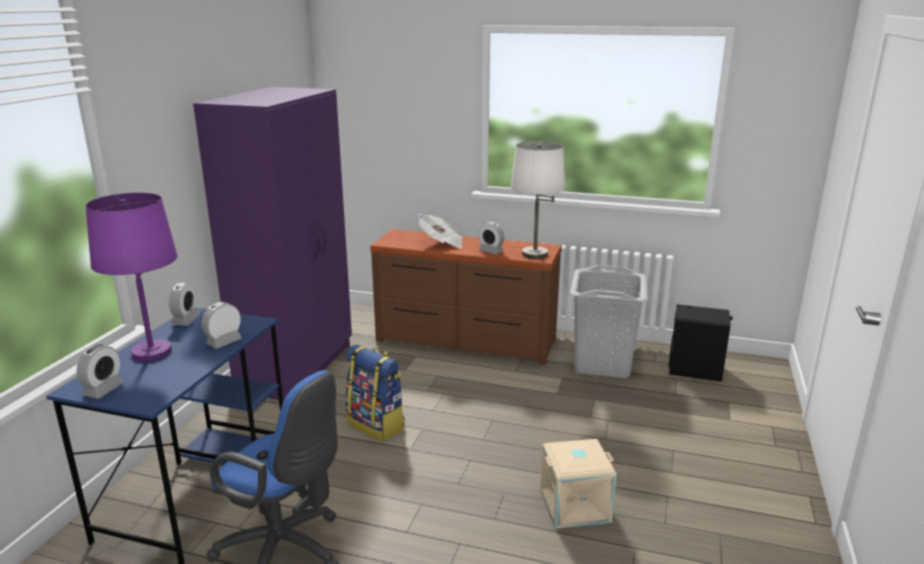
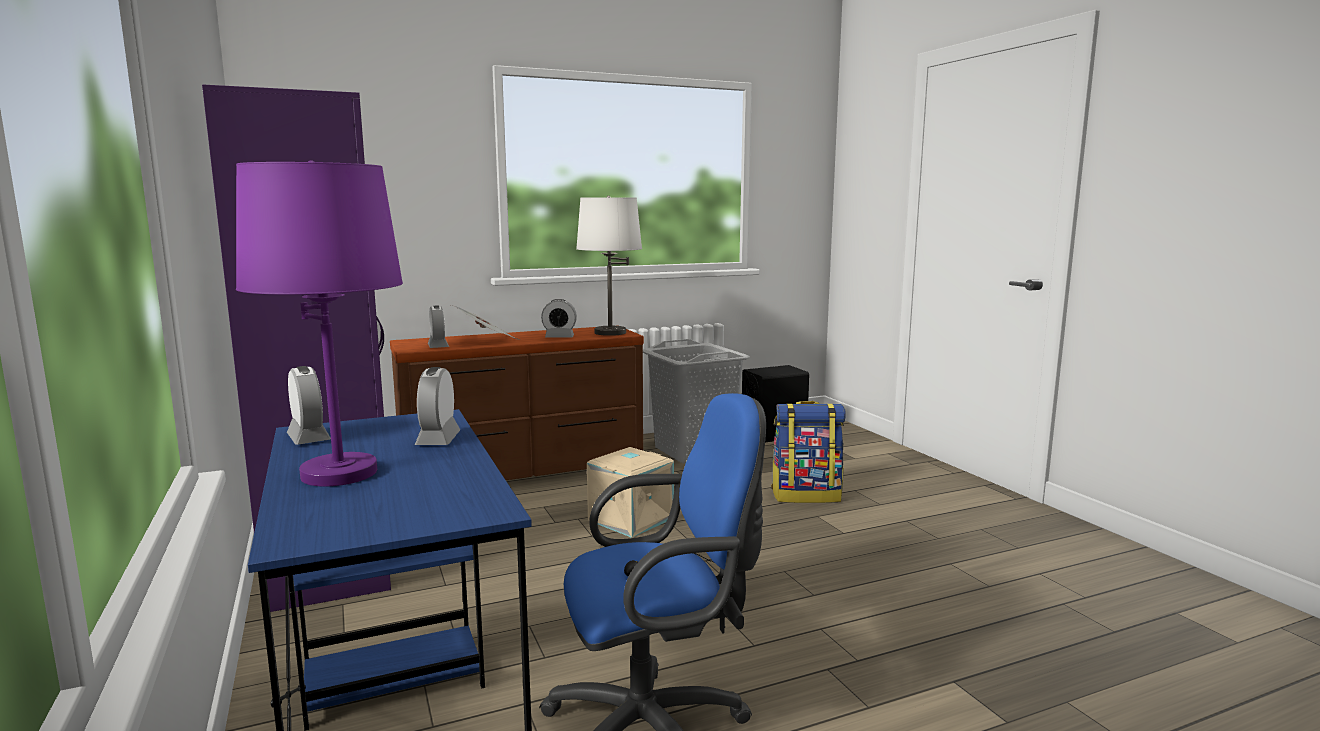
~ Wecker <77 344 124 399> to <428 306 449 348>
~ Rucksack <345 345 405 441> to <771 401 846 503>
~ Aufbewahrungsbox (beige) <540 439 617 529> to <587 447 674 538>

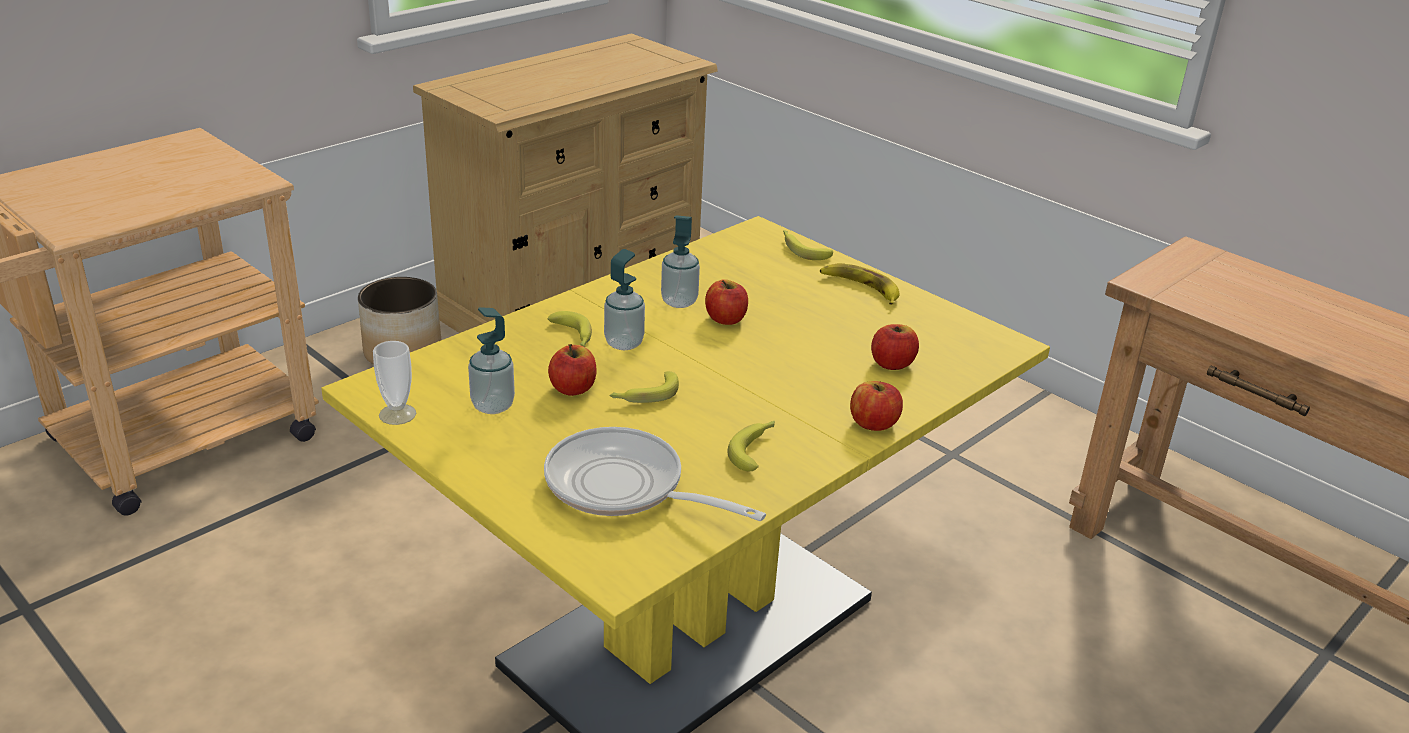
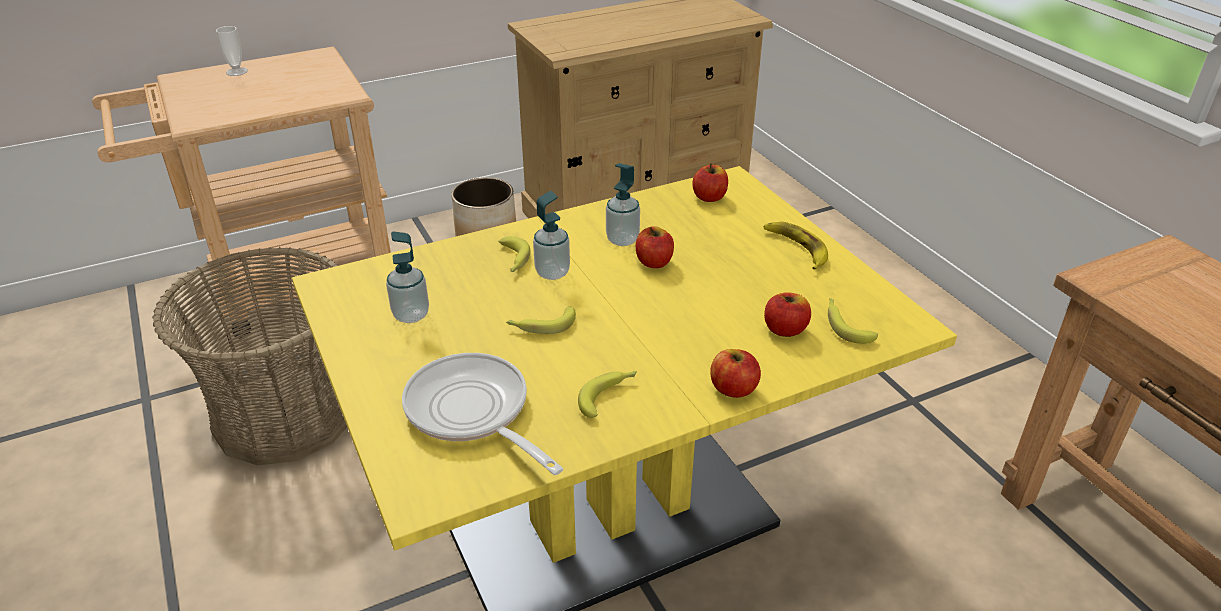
~ Banane <783 230 833 260> to <828 298 878 344>
~ Tasse <373 341 416 425> to <216 26 248 76>
~ Apfel <548 344 596 396> to <692 163 728 202>
+ Korb <152 247 347 465>

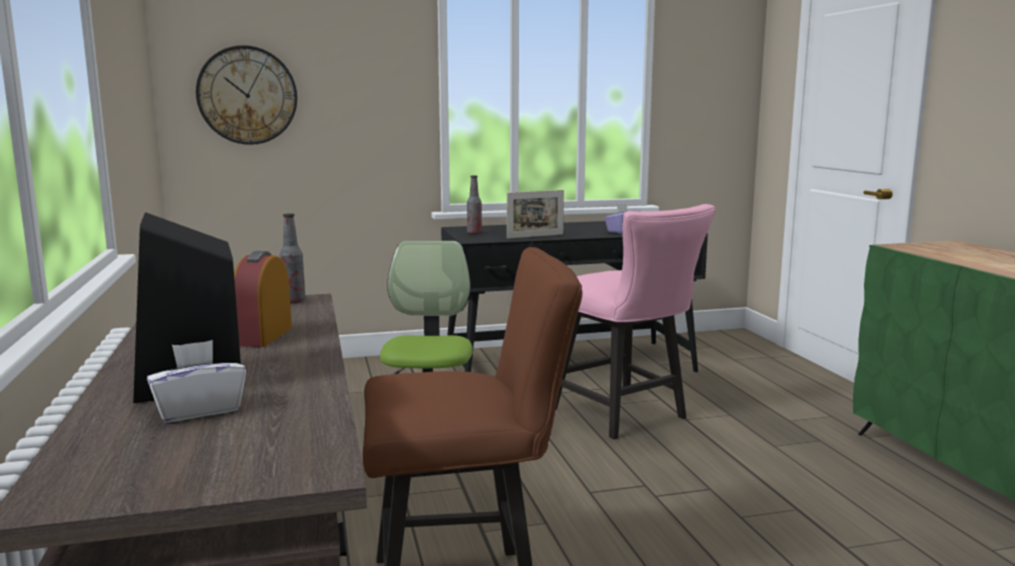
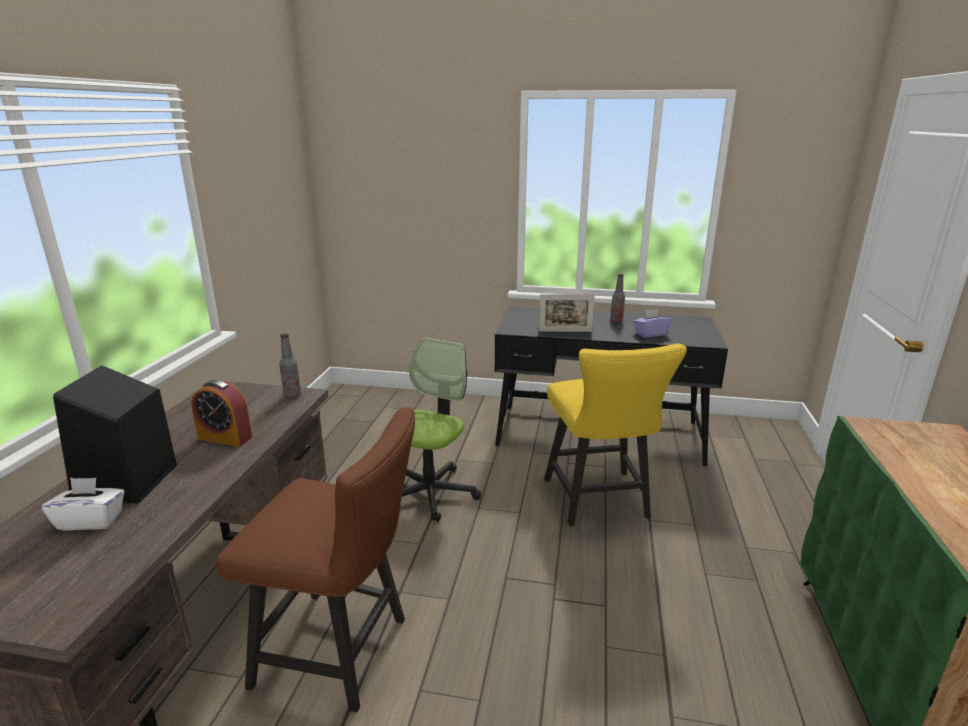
- Wanduhr <196 45 297 145>
~ Flasche <467 176 482 234> to <610 274 625 323>
~ Stuhl (rosa) <555 204 716 439> to Stuhl (gelb) <544 344 687 526>
~ Wecker <234 251 292 347> = <191 380 252 447> 105 degrees counterclockwise

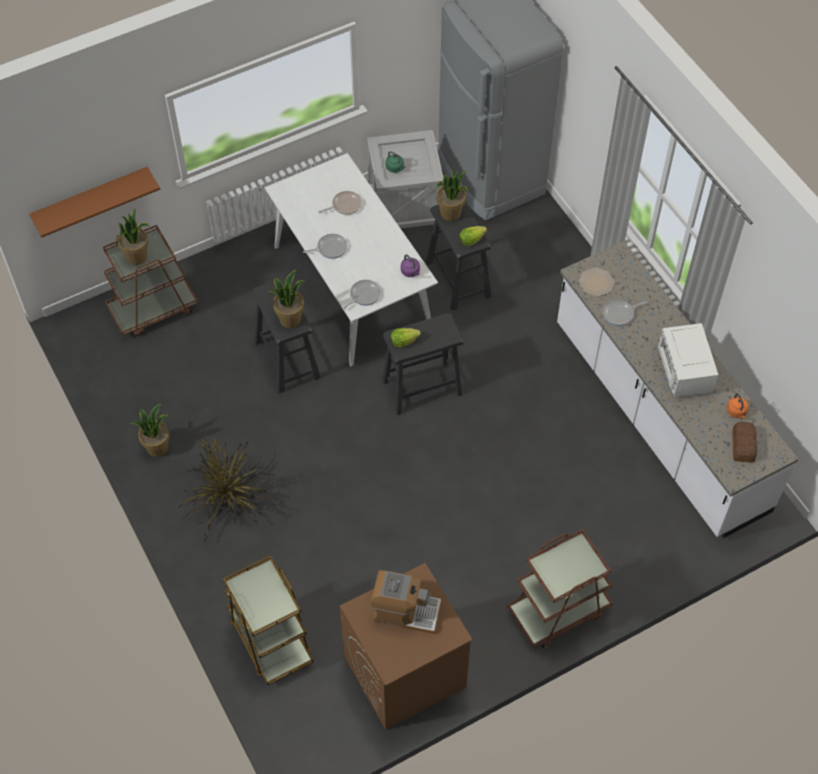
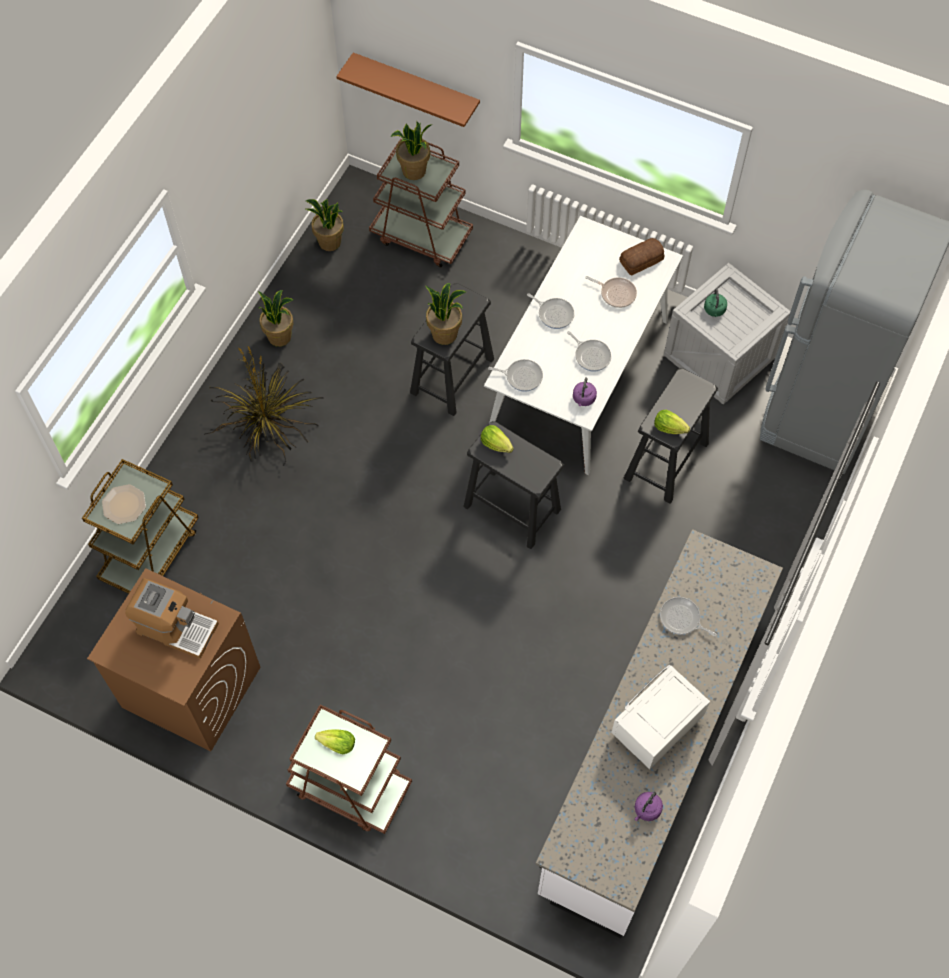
~ Topfpflanze <436 170 468 221> to <306 199 344 251>
~ Teller <578 267 614 297> to <102 484 146 524>
~ Wasserkessel (orange) <727 393 749 419> to Wasserkessel (lila) <634 792 663 821>
~ Brot <732 422 757 463> to <619 238 664 276>
~ Kaffeemaschine <371 570 442 634> = <125 578 219 659> 45 degrees counterclockwise
+ Pfanne <567 331 612 372>
+ Salatkopf <315 730 355 754>

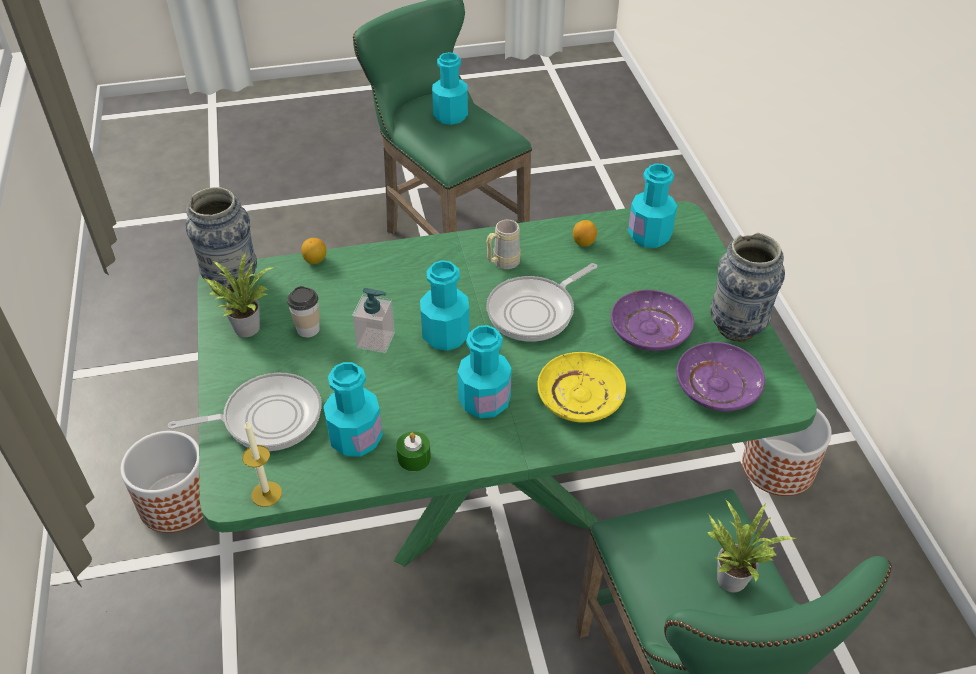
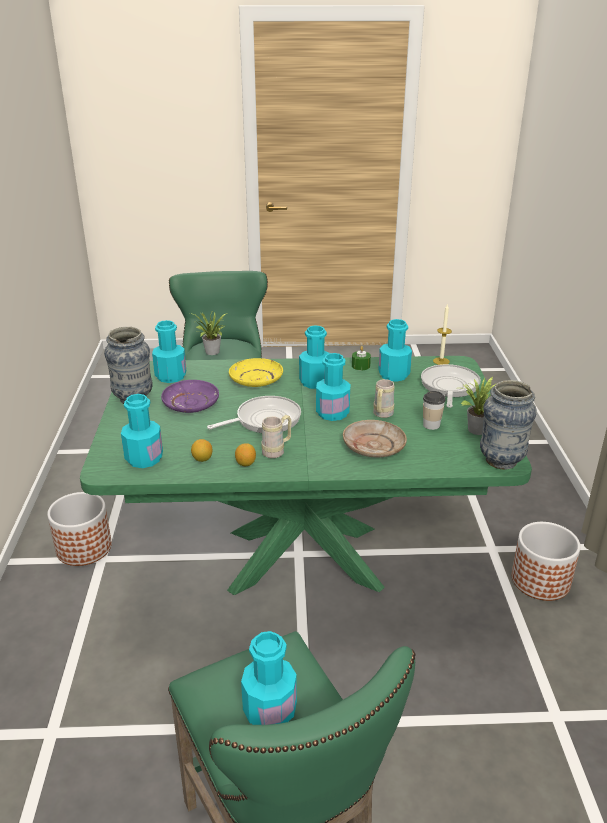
~ Zitrone <301 238 326 264> to <235 443 256 466>
~ Seifenspender <352 288 395 353> to Henkelbecher (beige) <373 379 394 418>
~ Teller (lila) <676 342 765 411> to Flasche (türkis) <152 320 186 383>
~ Pfanne <168 373 322 451> = <421 364 481 408> 105 degrees clockwise
+ Teller (beige) <343 420 407 458>

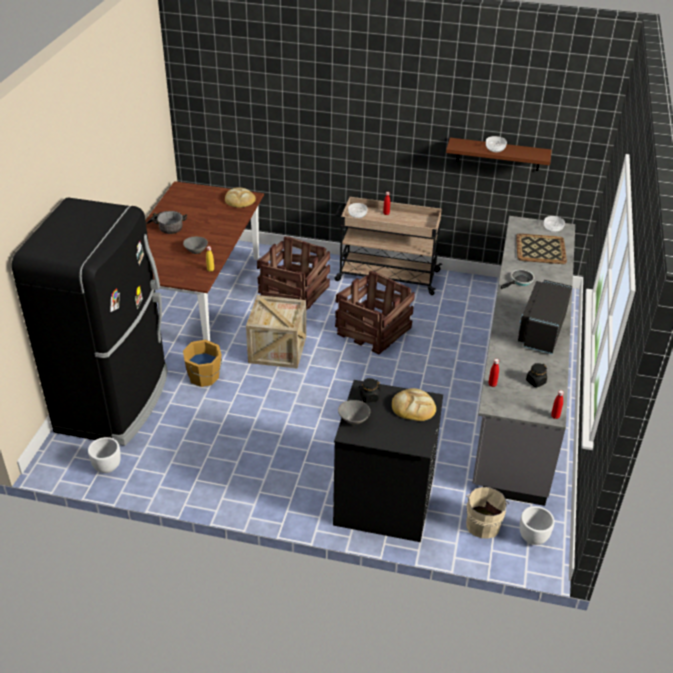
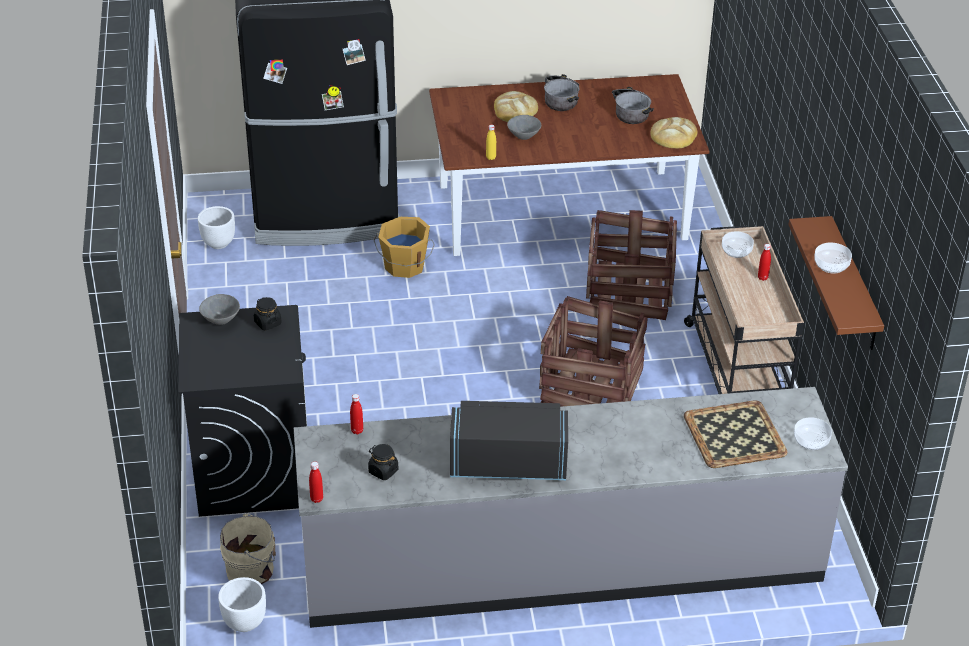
- Pfanne <501 270 535 289>
- Kiste <246 295 306 369>
~ Brot <392 388 436 421> to <494 91 538 122>
+ Kochtopf <612 87 654 124>

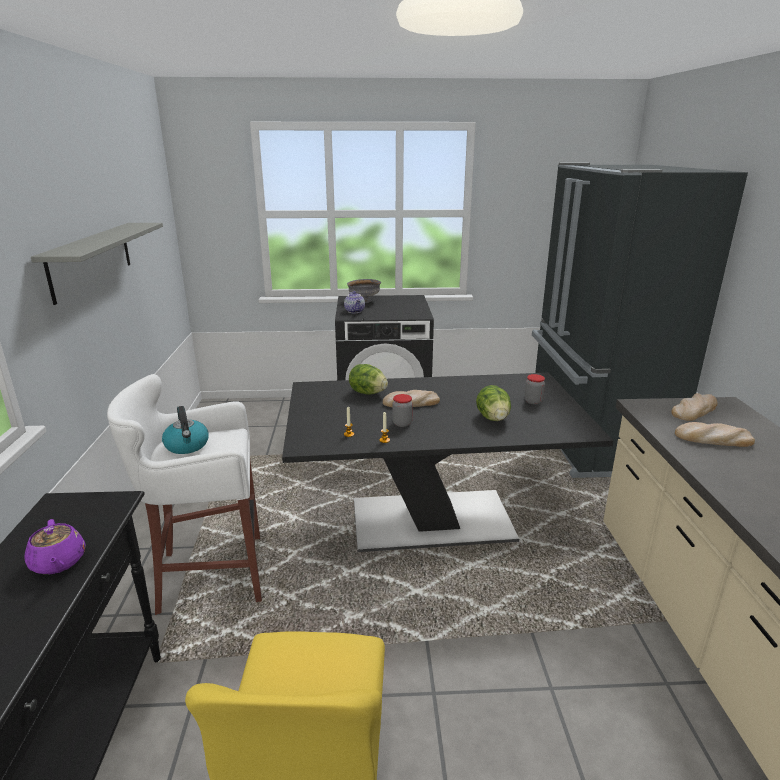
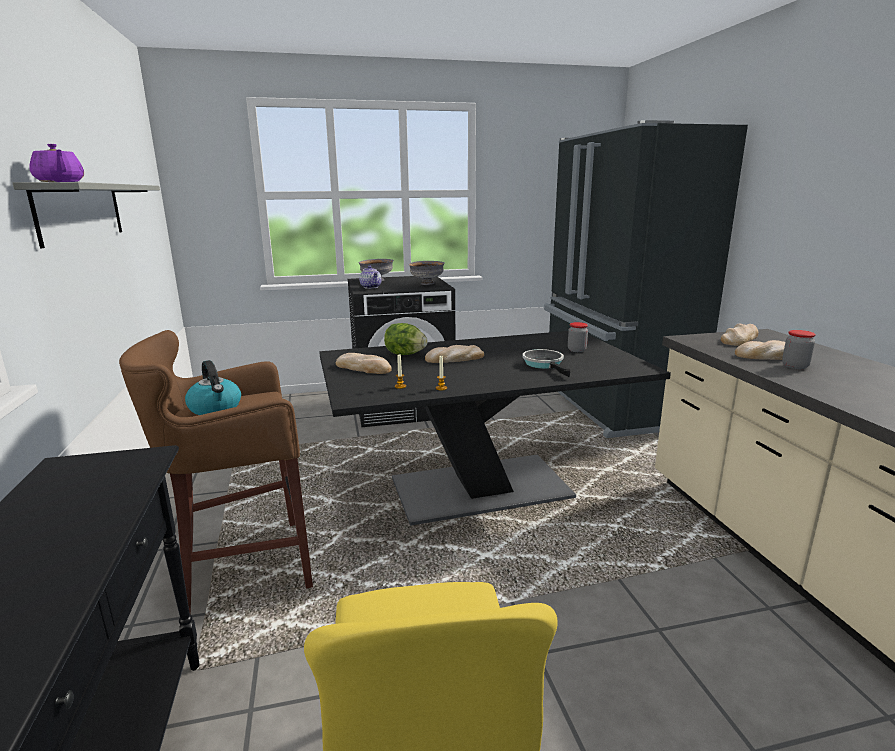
~ Hocker (weiß) <107 374 262 615> to Hocker (braun) <119 330 313 614>
~ Salatkopf <476 385 511 421> to Pfanne <522 349 571 377>
~ Vorratsglas <392 394 413 427> to <782 330 816 369>
~ Teekanne (lila) <24 519 86 574> to <29 144 84 182>
+ Schüssel (grau) <408 261 445 285>
+ Brot <336 353 392 374>

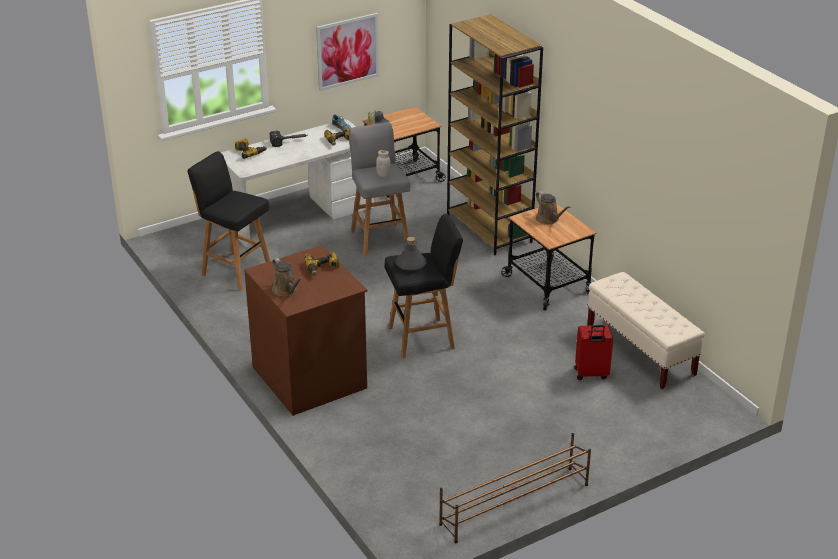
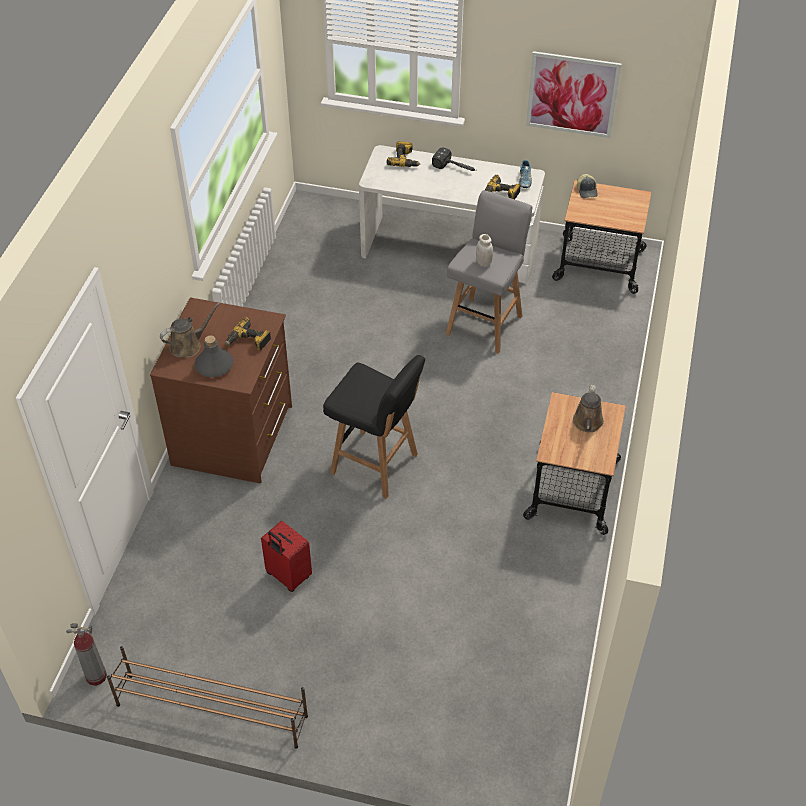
- Bücherregal (braun) <447 14 543 255>
- Hocker (schwarz) <187 151 270 291>
~ Flasche (grau) <396 237 427 271> to <194 335 234 377>
~ Gießkanne (braun) <272 258 303 296> = <160 302 221 357> 135 degrees counterclockwise
- Bank (beige) <587 272 705 389>
~ Koffer (rot) <575 325 613 380> to <261 521 312 592>
+ Feuerlöscher <66 623 107 686>

